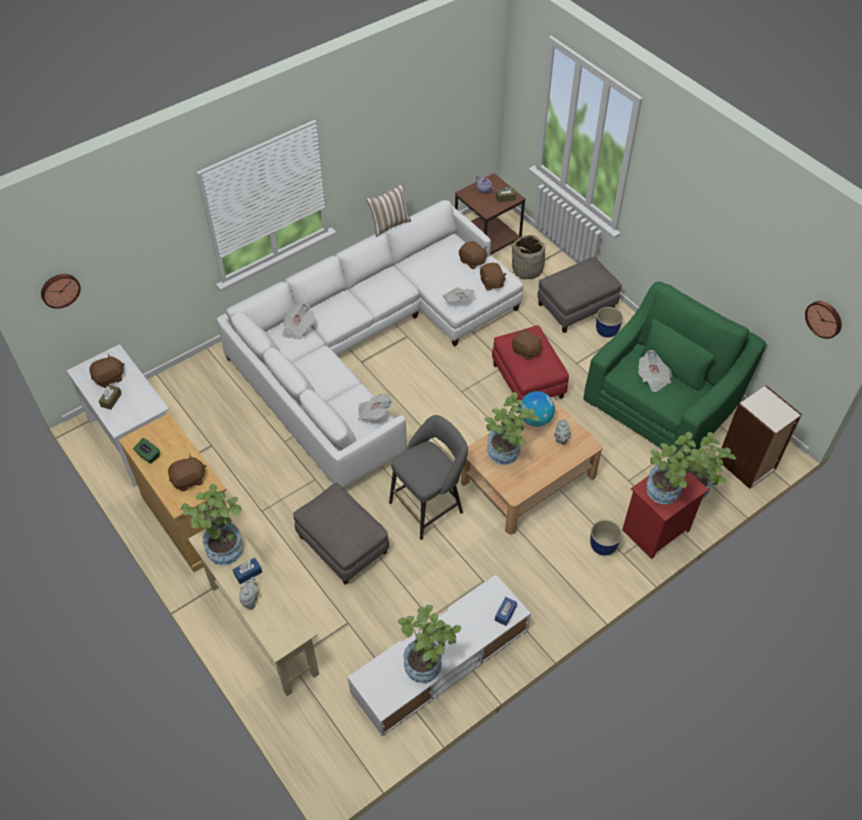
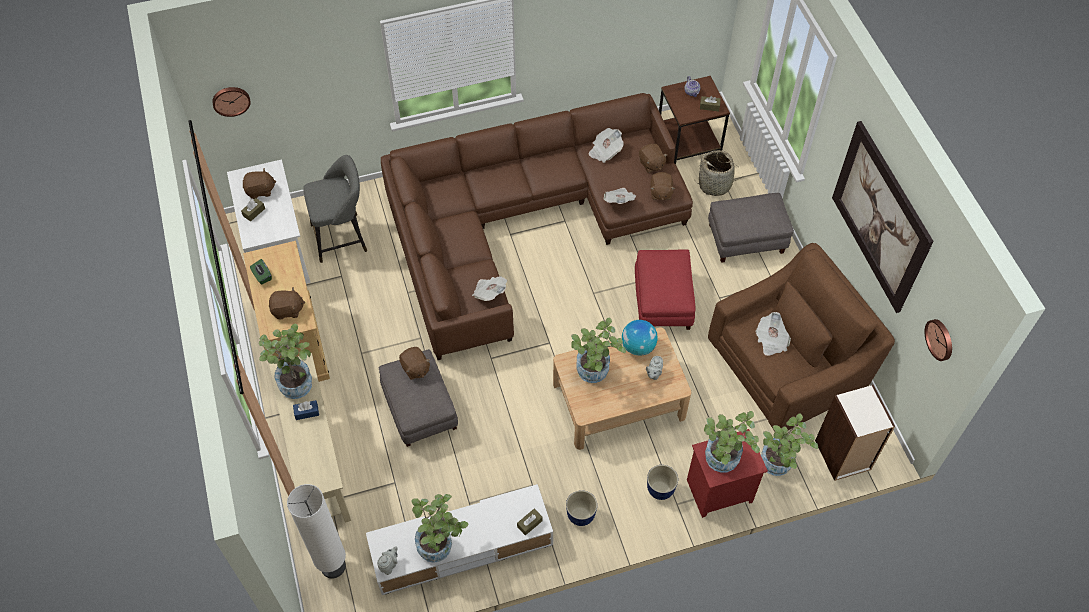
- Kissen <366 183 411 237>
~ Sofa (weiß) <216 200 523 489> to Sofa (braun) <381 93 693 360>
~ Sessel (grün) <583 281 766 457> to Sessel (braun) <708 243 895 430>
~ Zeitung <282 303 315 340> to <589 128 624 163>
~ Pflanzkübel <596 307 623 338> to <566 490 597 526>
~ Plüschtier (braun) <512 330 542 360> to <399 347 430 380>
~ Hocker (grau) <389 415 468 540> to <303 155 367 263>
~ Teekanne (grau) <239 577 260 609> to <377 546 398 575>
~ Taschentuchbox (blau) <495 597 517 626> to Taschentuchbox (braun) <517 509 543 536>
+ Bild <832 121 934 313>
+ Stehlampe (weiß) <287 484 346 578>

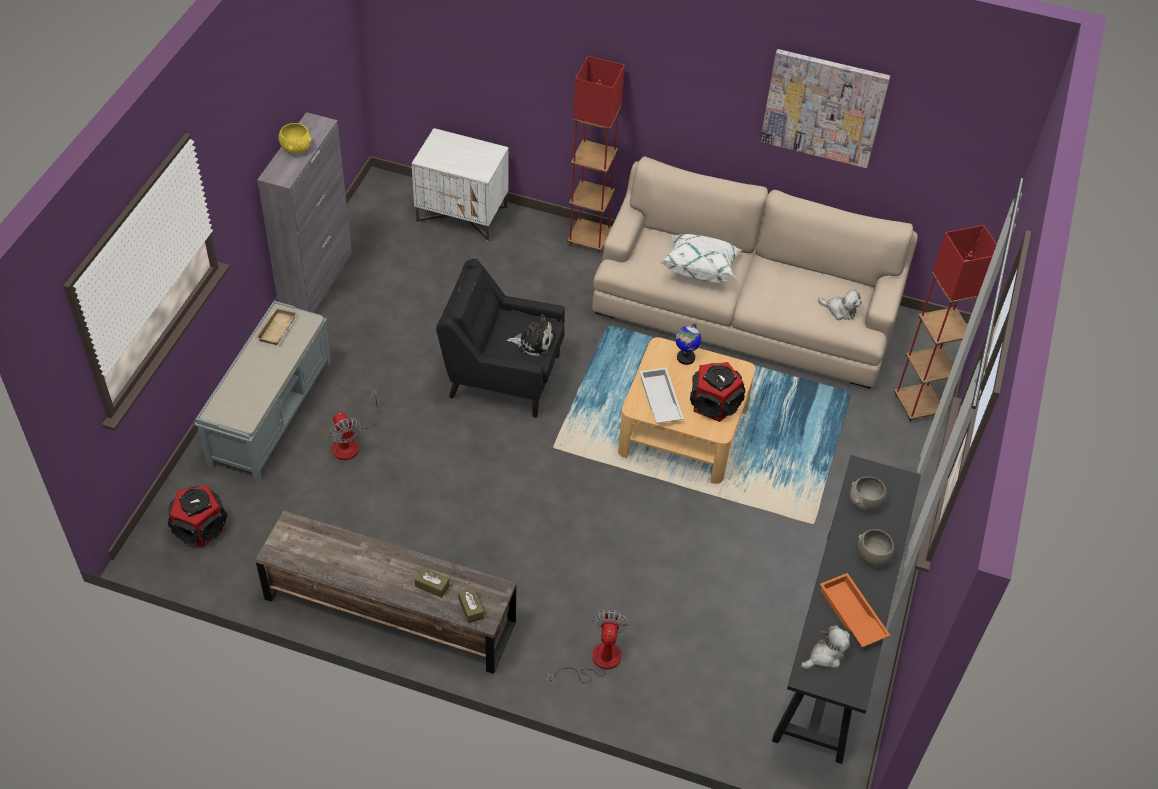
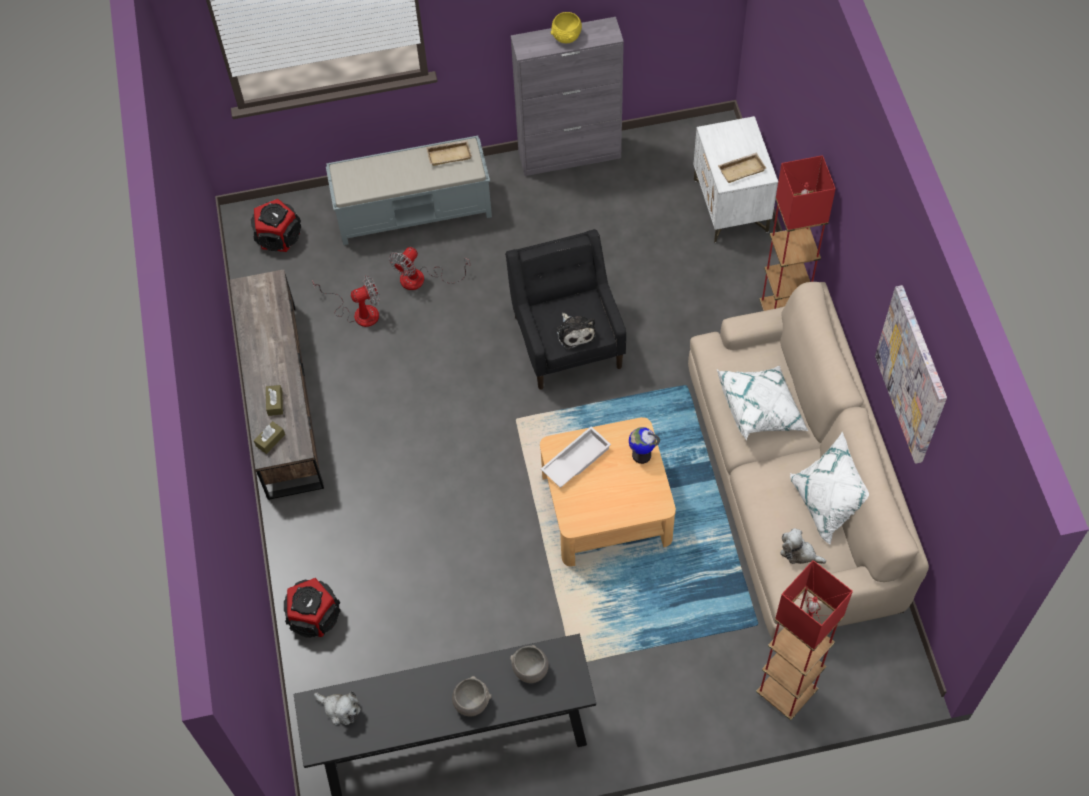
~ Plüschtier <818 290 861 320> = <781 528 826 564> 120 degrees clockwise
~ Lautsprecher <690 362 745 422> to <284 578 340 638>
- Tablett (orange) <820 573 890 647>
~ Ventilator <546 610 629 683> to <312 276 380 327>
+ Tablett (beige) <718 152 766 183>
+ Kissen (weiß) <790 431 869 544>

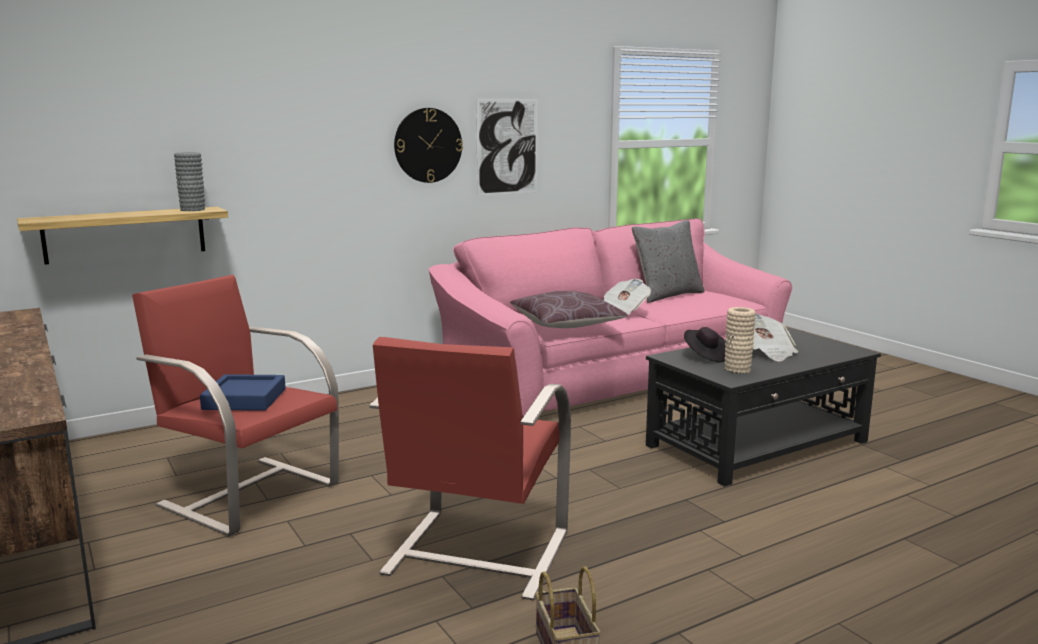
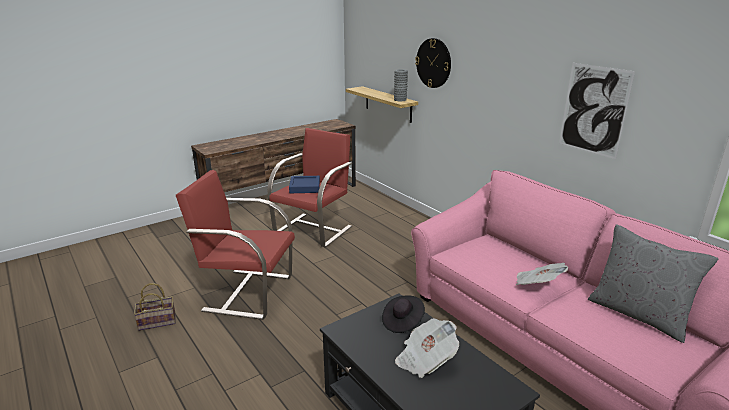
~ Wanduhr <394 108 463 183> to <415 38 451 88>
- Kissen (braun) <510 291 628 328>
- Vase (beige) <724 307 756 374>

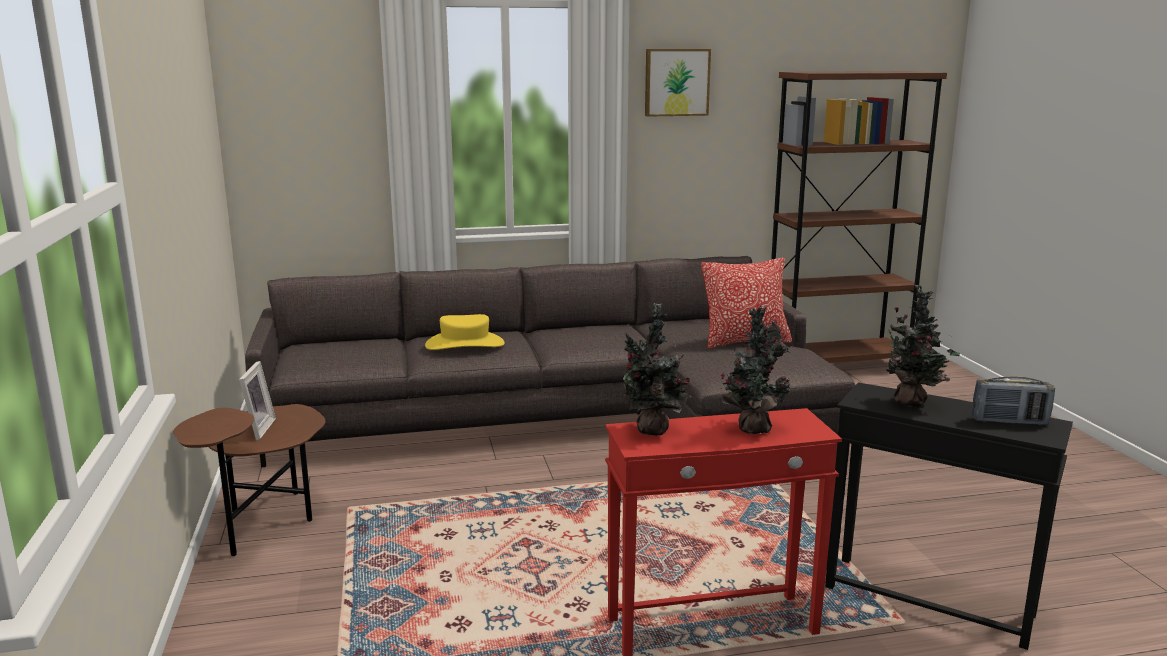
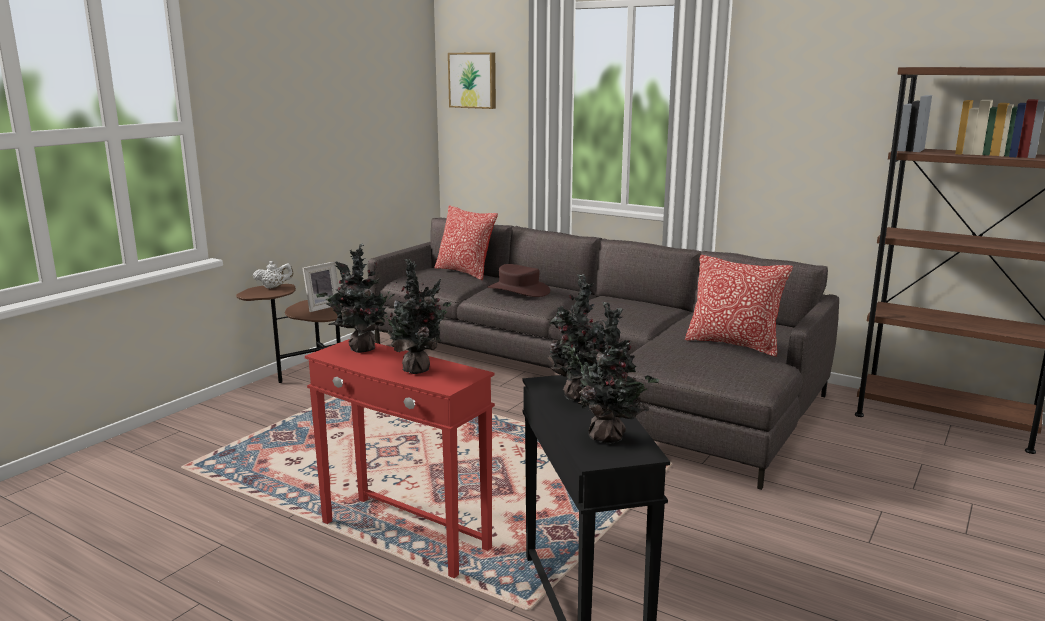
~ Bild <645 49 711 117> to <448 52 496 109>
~ Hut (gelb) <425 314 505 350> to Hut (braun) <488 264 550 297>
~ Radio <972 376 1055 425> to Topfpflanze <568 302 659 444>
+ Kissen <434 205 498 280>
+ Teekanne (weiß) <253 261 293 288>

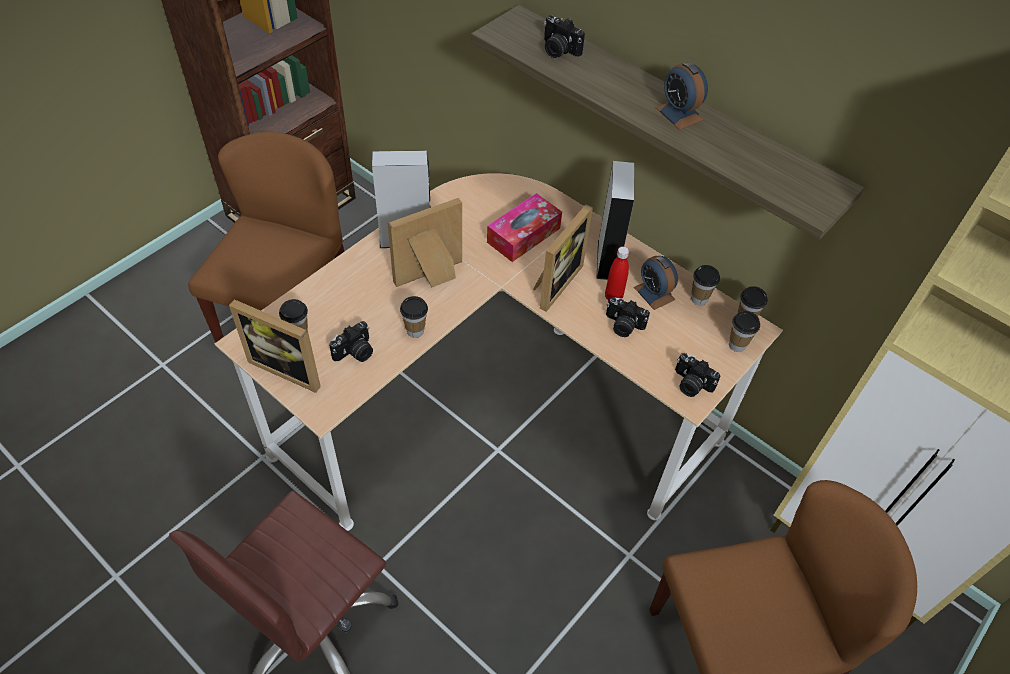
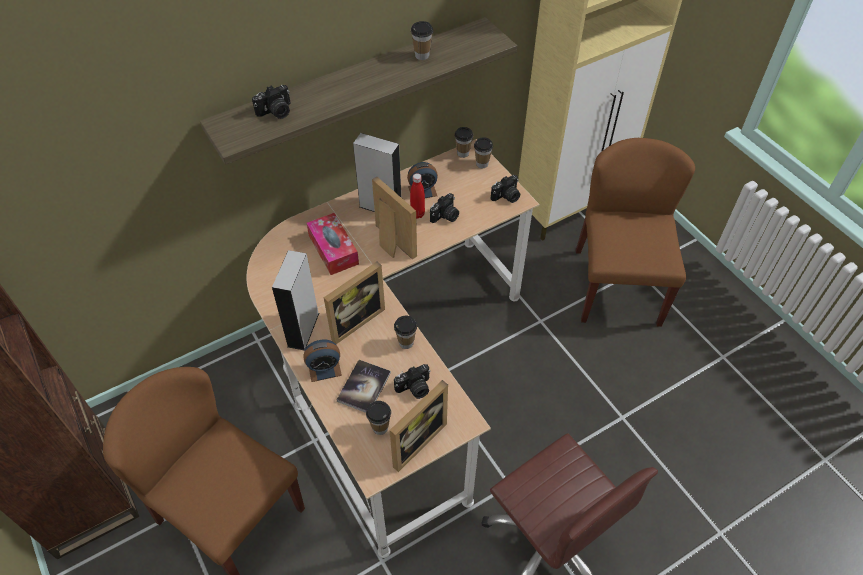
~ Wecker <655 62 708 130> to <303 340 342 382>
~ Bilderrahmen <388 198 462 287> = <324 262 385 344> 120 degrees counterclockwise
~ Tasse <691 265 720 305> to <411 21 433 60>
~ Kamera <329 321 373 362> = <394 364 430 399> 90 degrees clockwise
+ Buch <337 360 391 413>

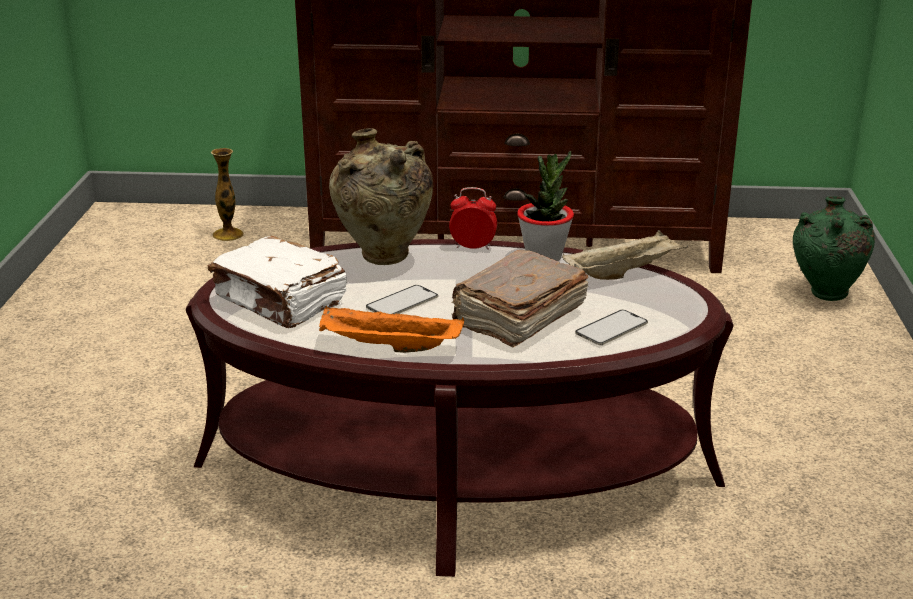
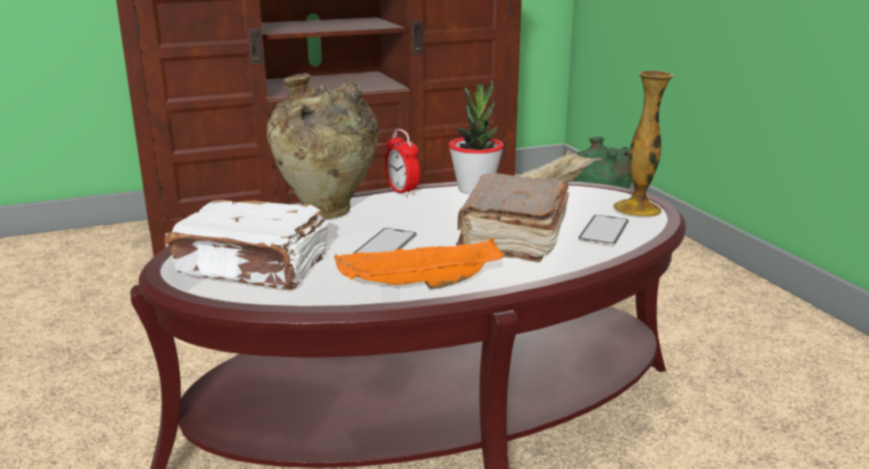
~ Vase <211 148 244 241> to <613 71 674 217>
~ Wecker <449 187 497 250> = <385 129 420 197> 105 degrees counterclockwise

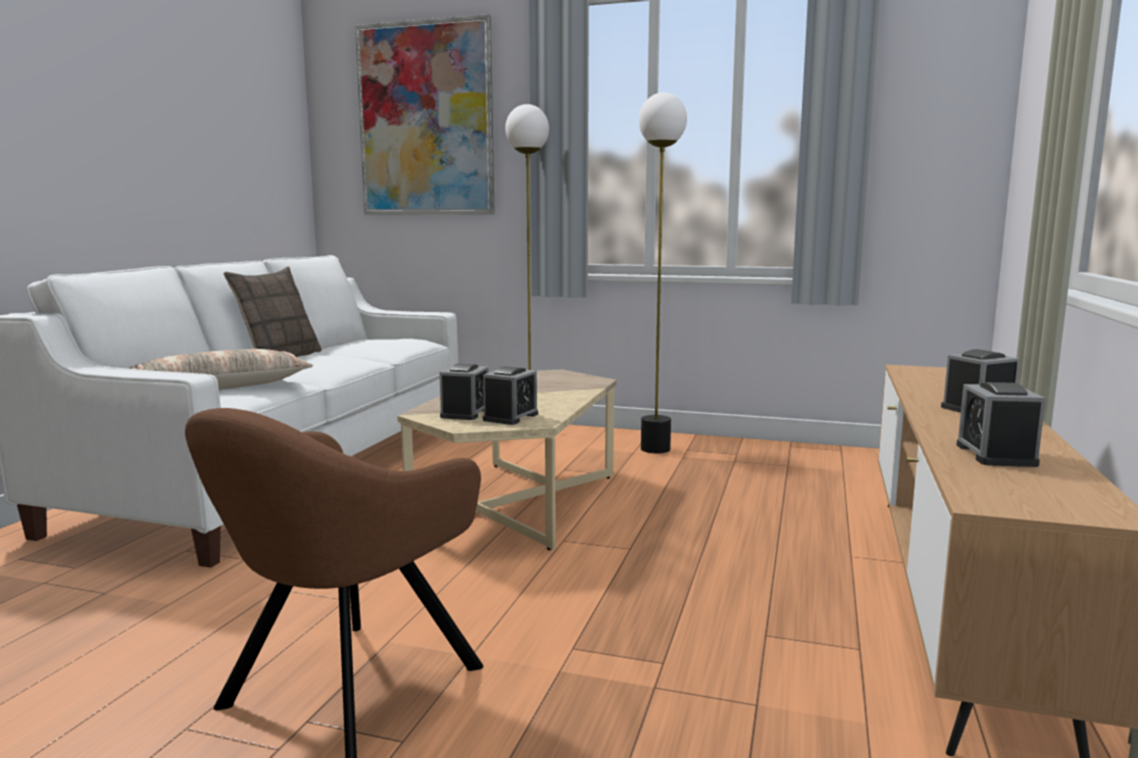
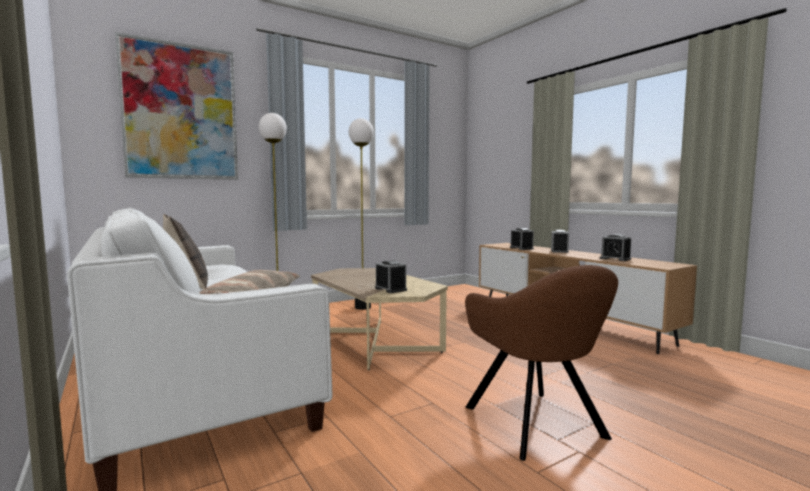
~ Wecker <483 366 538 425> to <510 228 534 250>

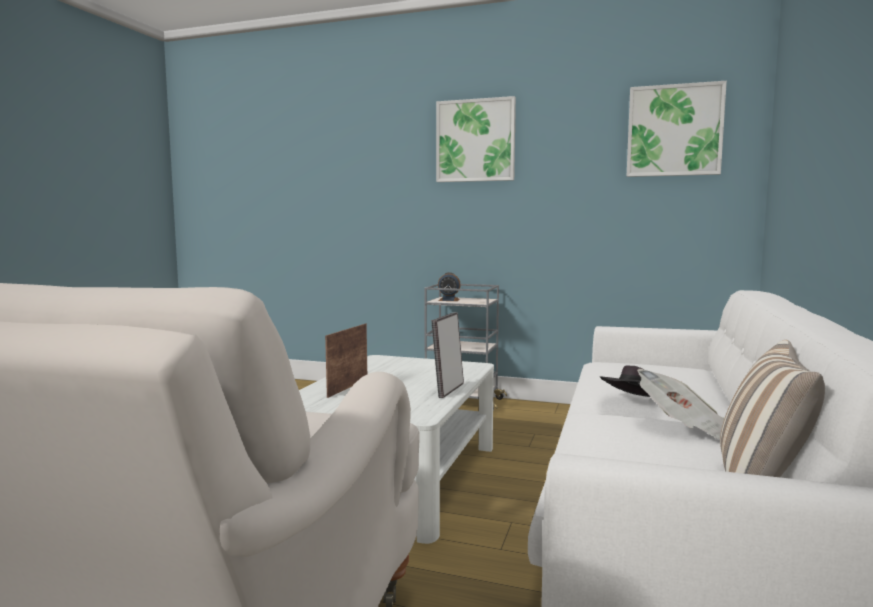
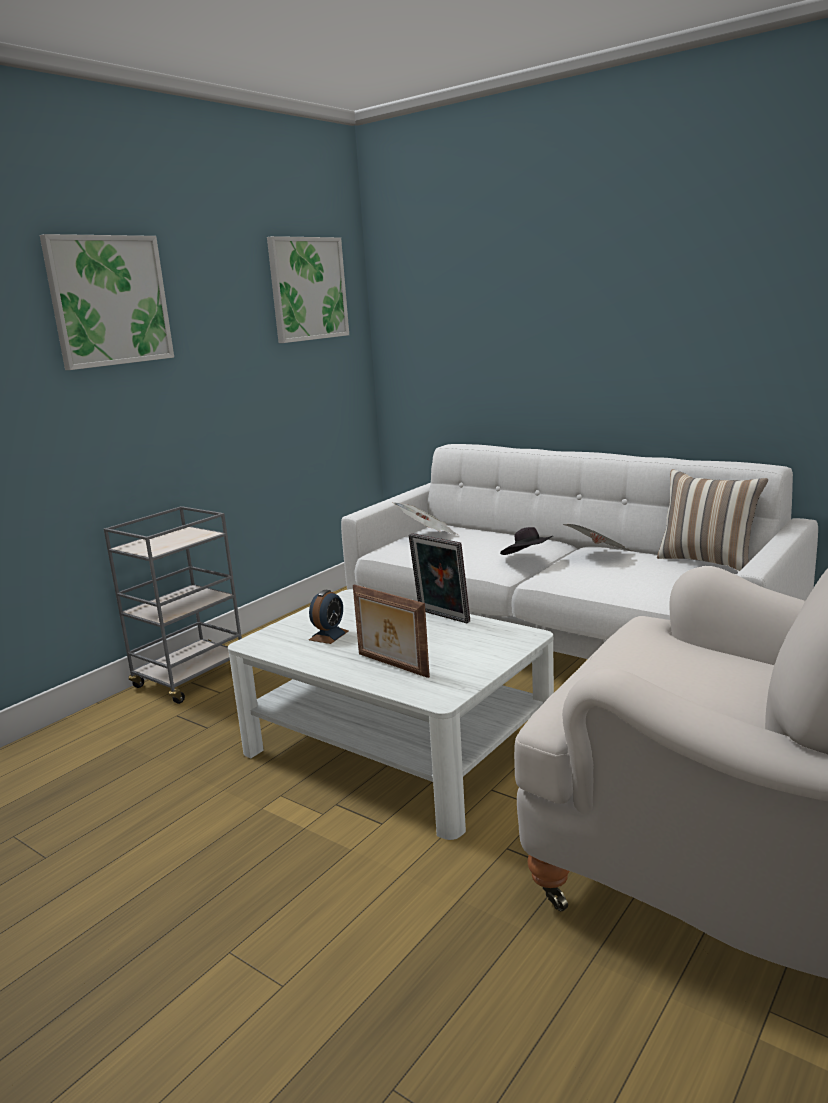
~ Wecker <438 272 461 301> to <309 590 349 644>
+ Zeitung <392 502 459 535>

